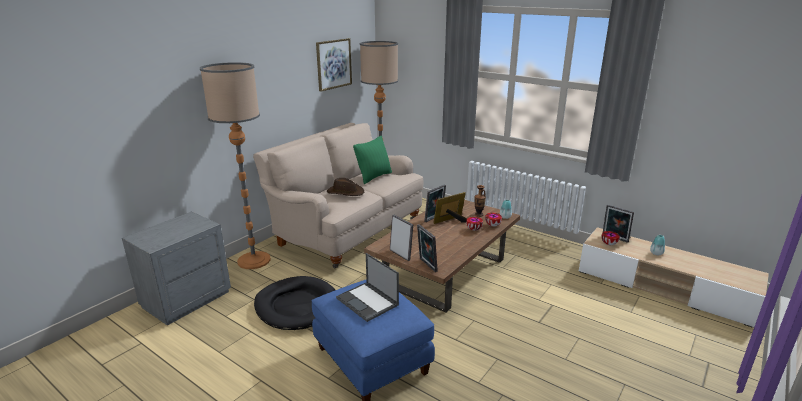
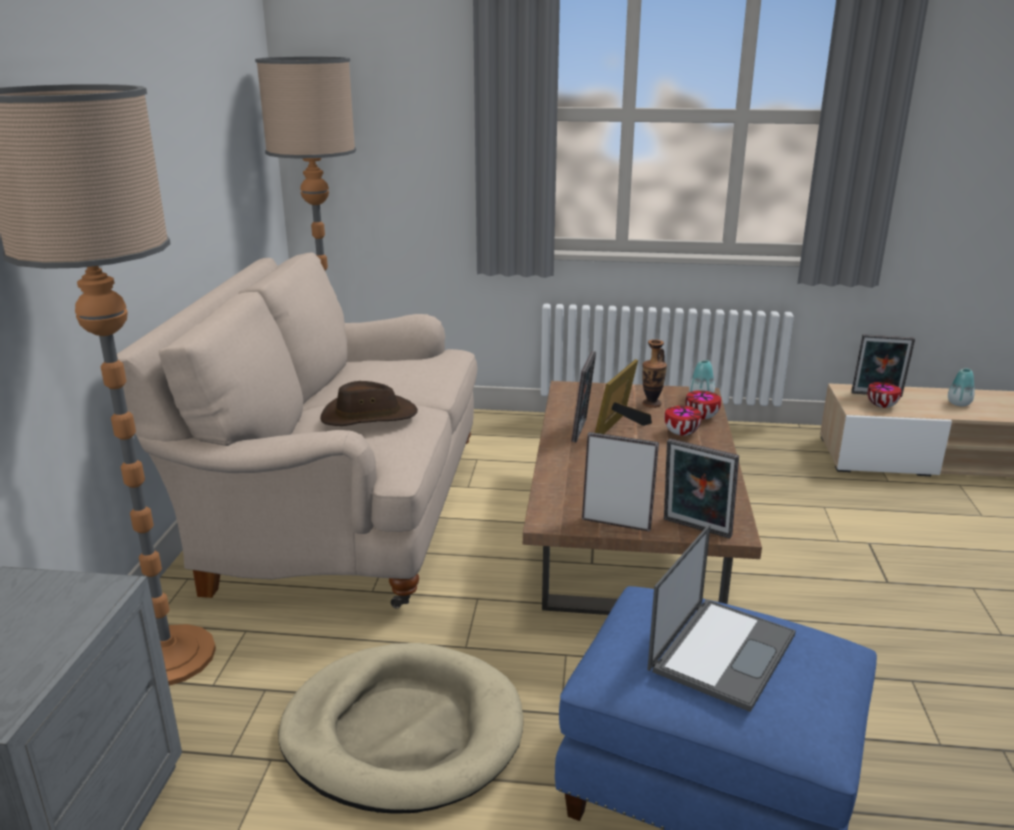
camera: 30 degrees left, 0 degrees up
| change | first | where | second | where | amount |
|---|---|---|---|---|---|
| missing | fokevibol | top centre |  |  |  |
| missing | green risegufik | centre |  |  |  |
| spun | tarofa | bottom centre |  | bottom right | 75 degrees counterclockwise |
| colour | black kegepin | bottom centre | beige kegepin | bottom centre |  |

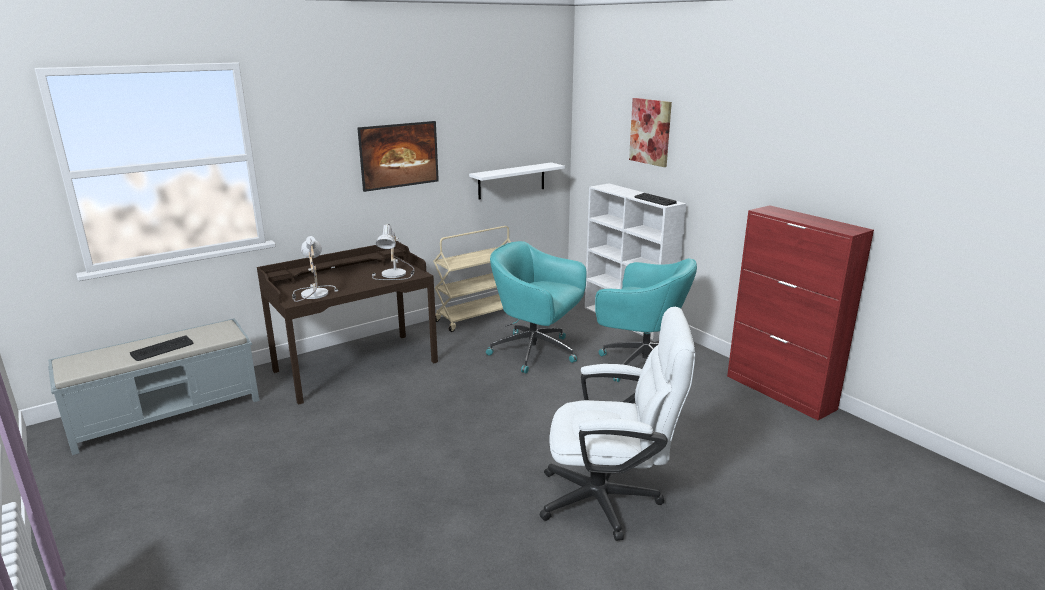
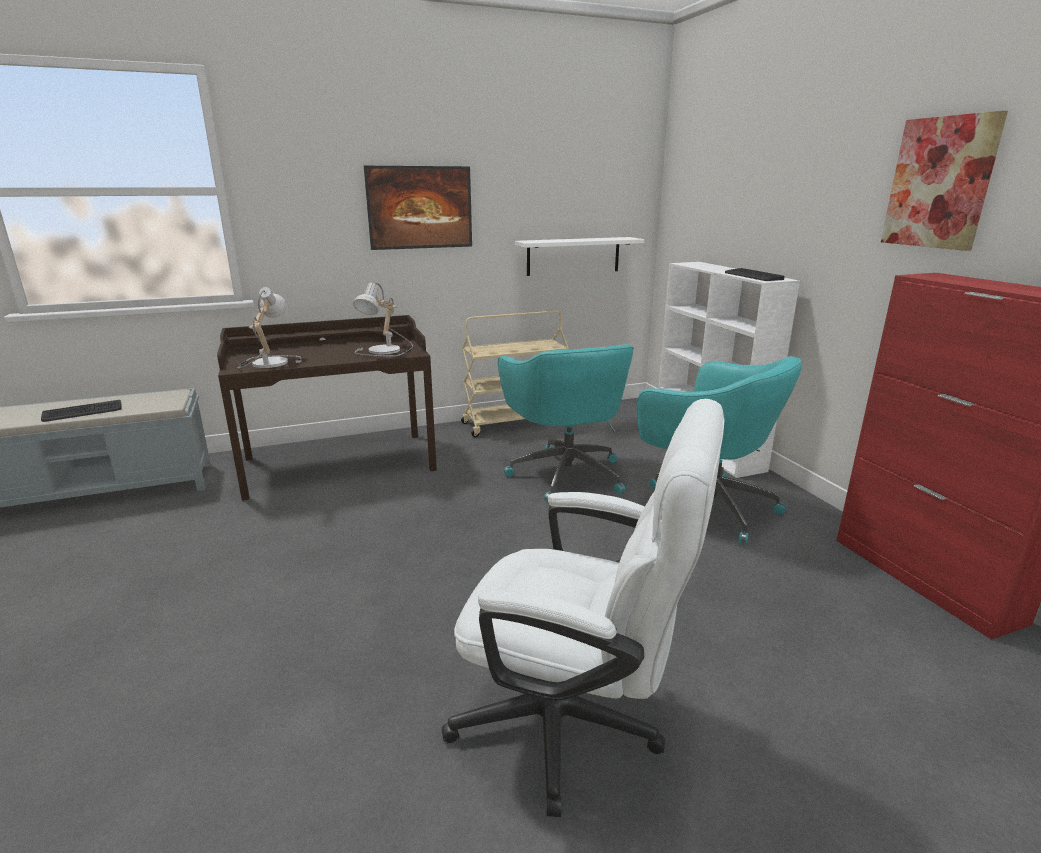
camera: 15 degrees right, 0 degrees up
| change | first | where | second | where | amount |
|---|---|---|---|---|---|
| relocated | fokevibol (no. 2 from left) | top centre |  | top right |  |
| spun | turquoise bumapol (no. 1 from left) | centre |  | centre | 150 degrees counterclockwise |

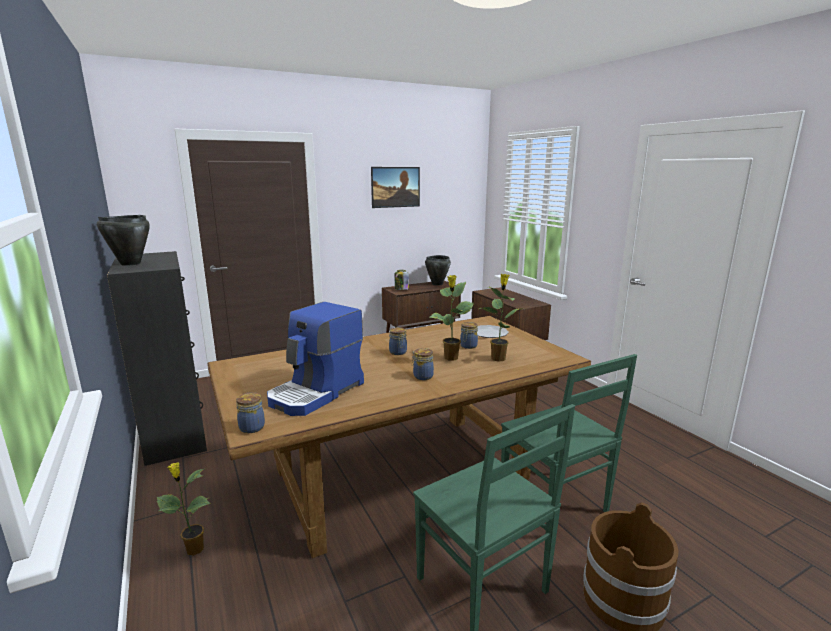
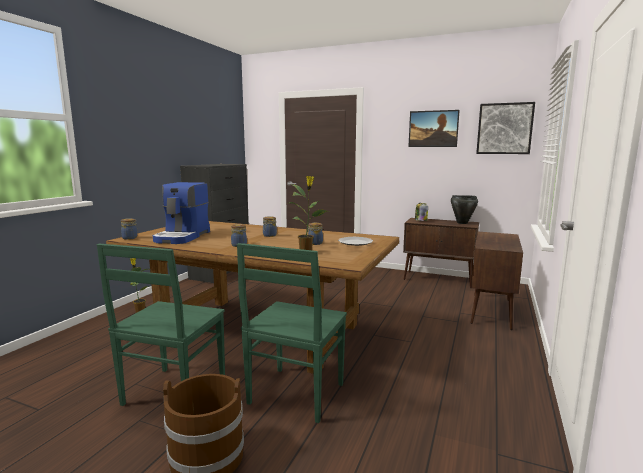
camera: 50 degrees right, 5 degrees down
| change | first | where | second | where | amount |
|---|---|---|---|---|---|
| missing | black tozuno (no. 1 from left) | middle left |  |  |  |
| missing | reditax (no. 2 from left) | centre |  |  |  |
| spun | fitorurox | centre |  | middle left | 75 degrees counterclockwise |
| appeared |  |  | fokevibol (no. 2 from left) | top right |  |

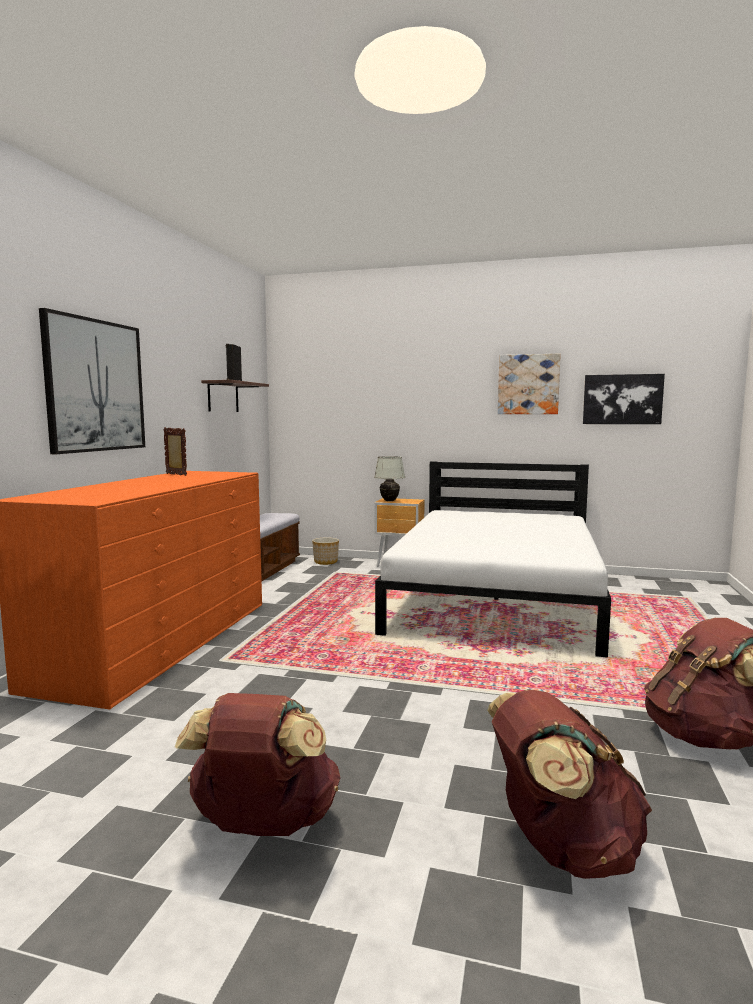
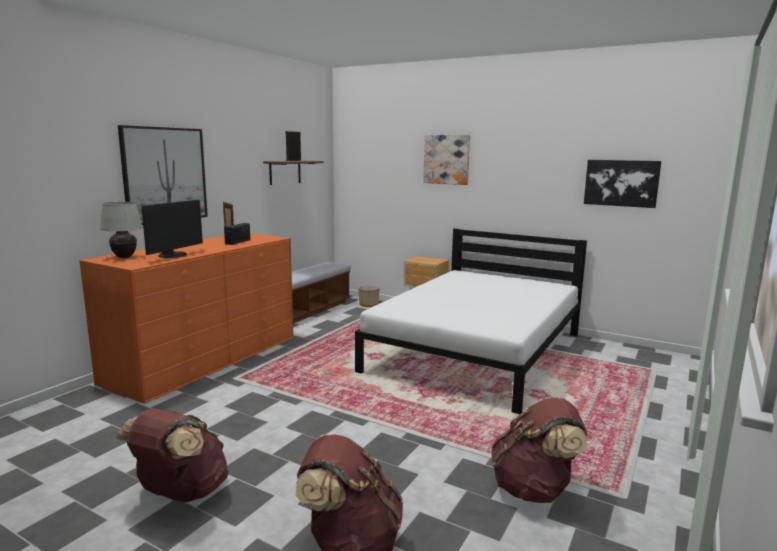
camera: 15 degrees right, 5 degrees up
| change | first | where | second | where | amount |
|---|---|---|---|---|---|
| relocated | fokevibol (no. 2 from left) | middle right |  | top centre |  |
| relocated | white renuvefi | centre |  | middle left |  |
| appeared |  |  | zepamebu | middle left |  |
| appeared |  |  | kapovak | middle left |  |

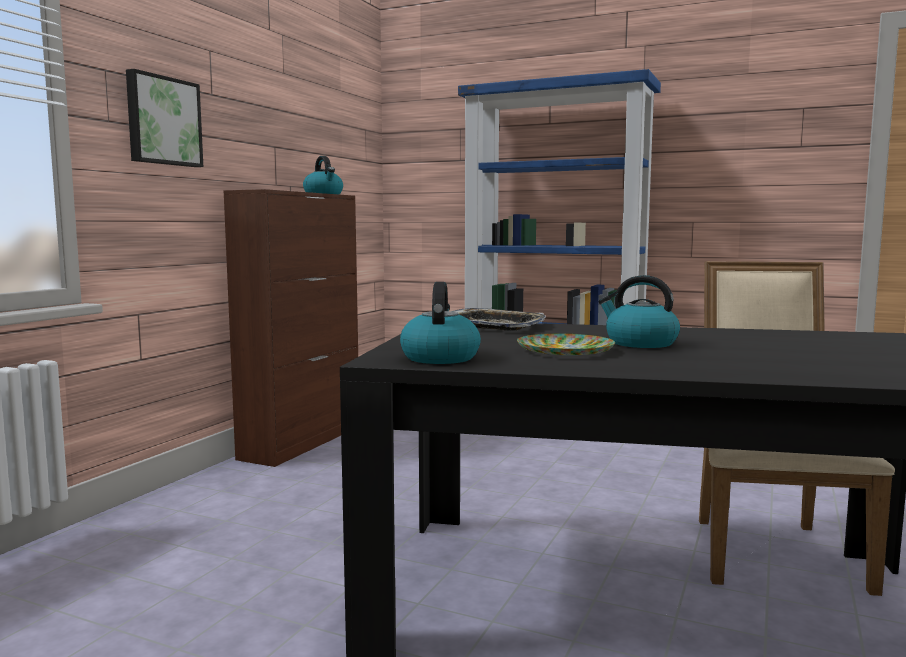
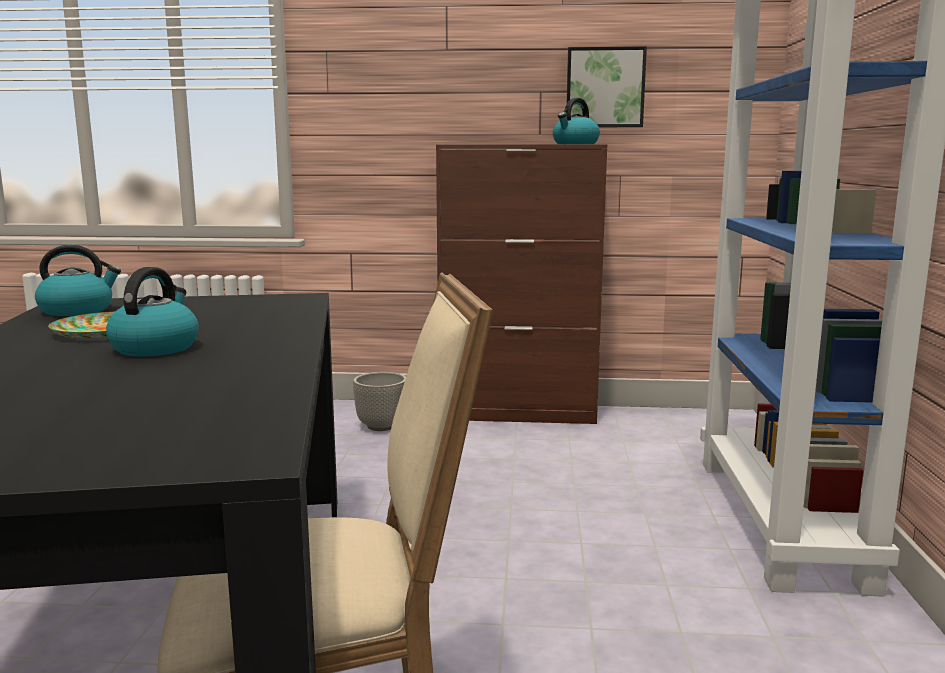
camera: 70 degrees right, 5 degrees up
| change | first | where | second | where | amount |
|---|---|---|---|---|---|
| relocated | fokevibol | top left |  | top centre |  |
| missing | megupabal | centre |  |  |  |
| appeared |  |  | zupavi | centre |  |

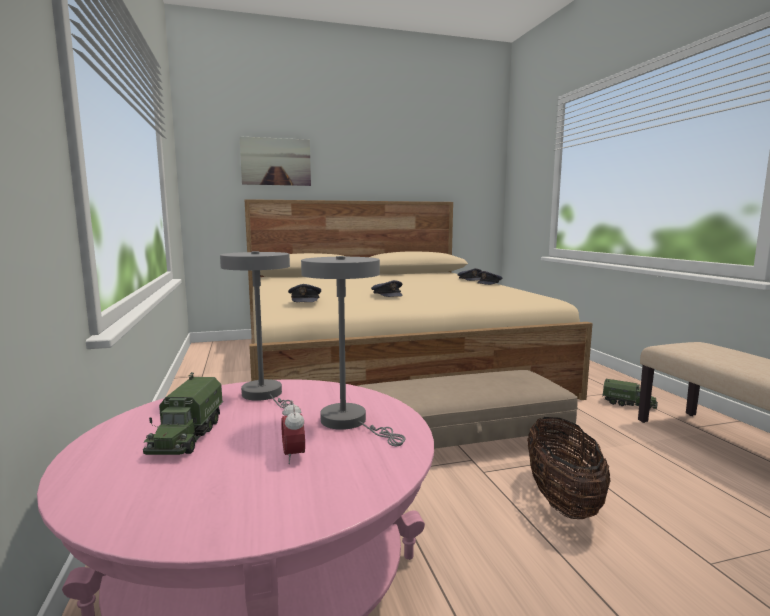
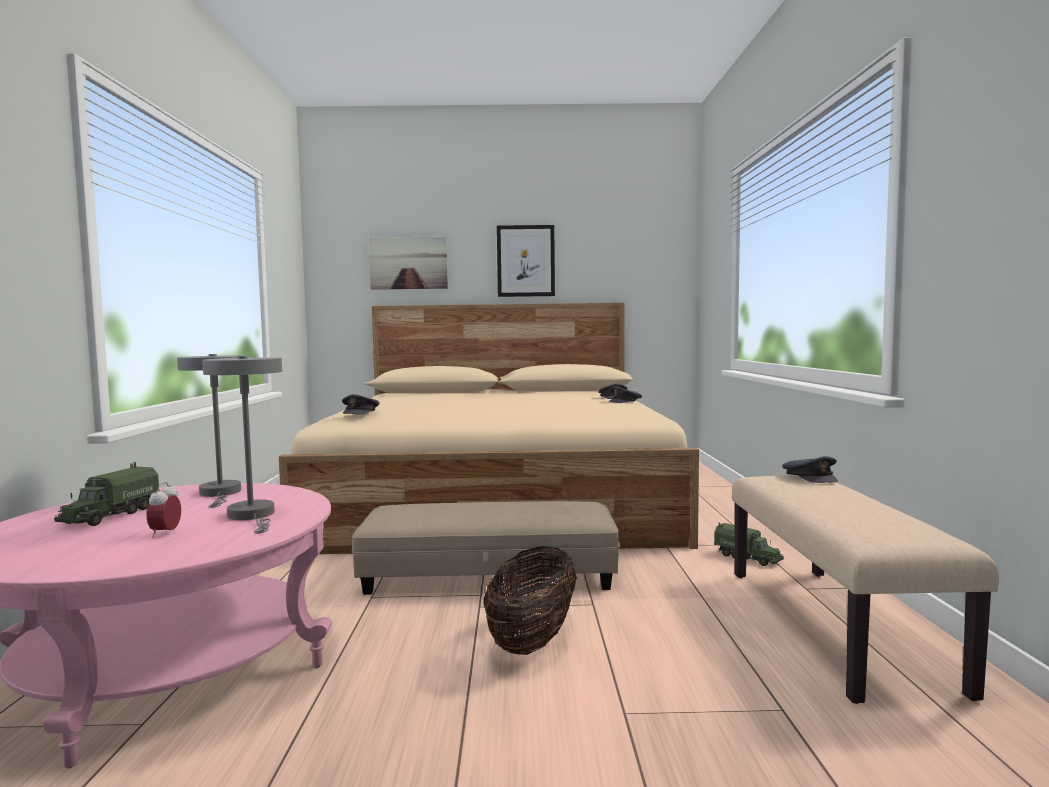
camera: 15 degrees right, 5 degrees down
| change | first | where | second | where | amount |
|---|---|---|---|---|---|
| relocated | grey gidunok (no. 2 from left in the first image) | centre | grey gidunok (no. 4 from left) | middle right |  |
| appeared |  |  | fokevibol (no. 2 from left) | top centre |  |

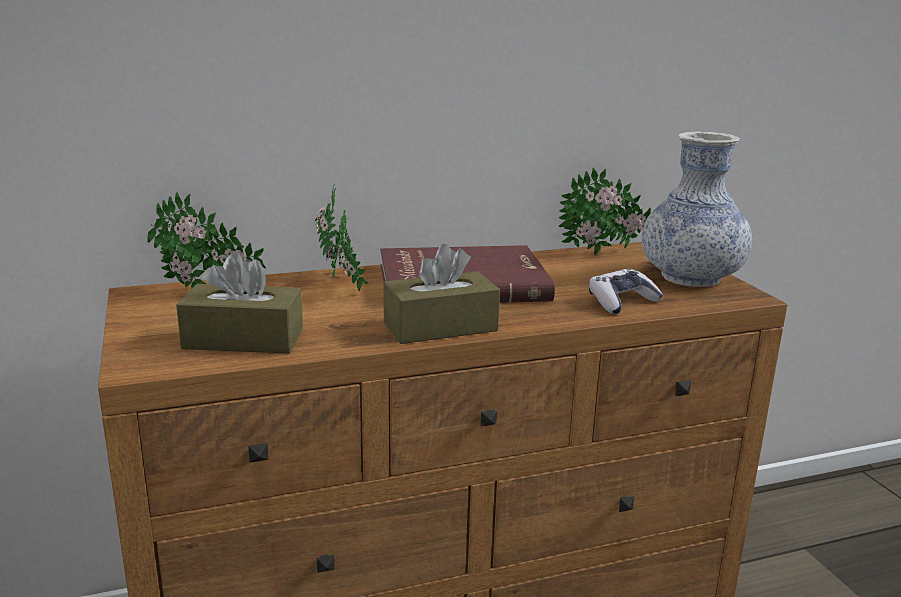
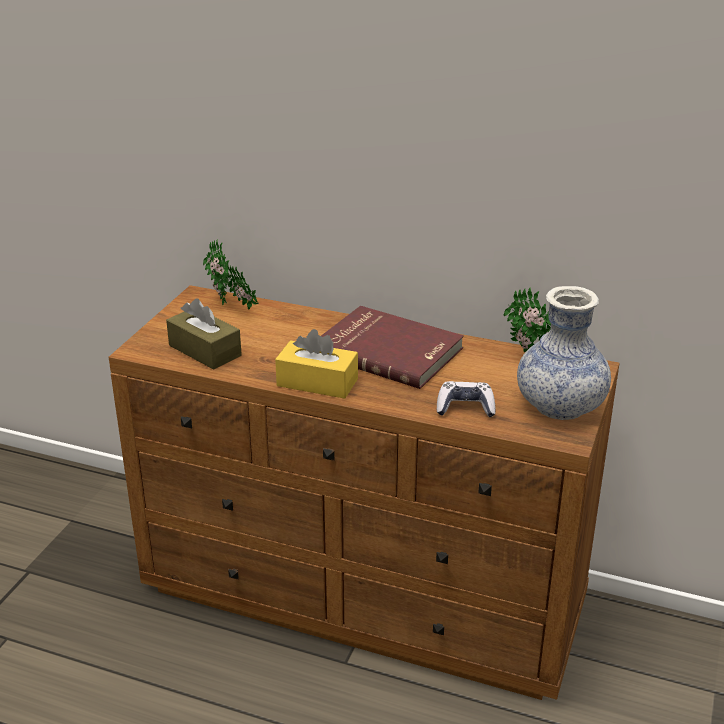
camera: 40 degrees right, 10 degrees up
| change | first | where | second | where | amount |
|---|---|---|---|---|---|
| missing | reditax (no. 2 from left) | centre |  |  |  |
| colour | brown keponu (no. 2 from left) | centre | yellow keponu | centre |  |

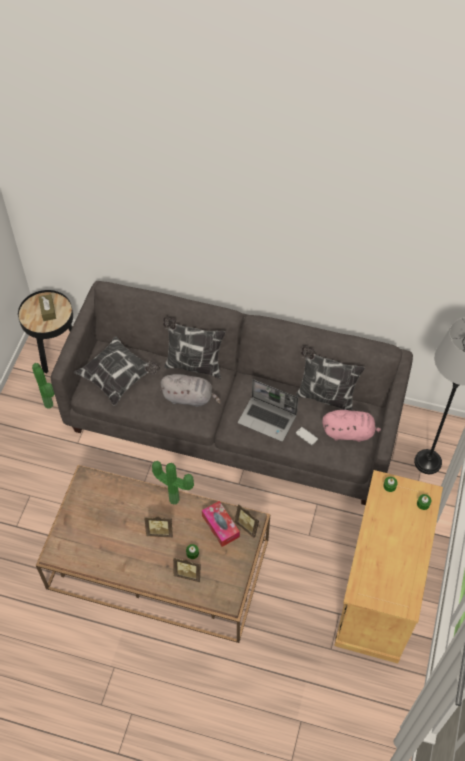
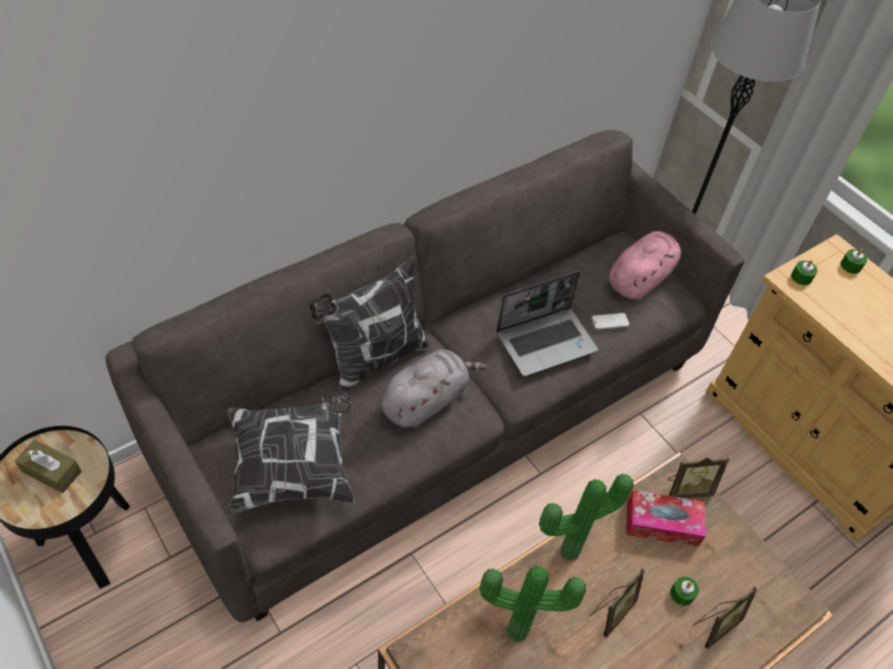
camera: 55 degrees left, 5 degrees down
| change | first | where | second | where | amount |
|---|---|---|---|---|---|
| missing | risegufik (no. 3 from left) | middle right |  |  |  |
| relocated | reditax (no. 1 from left) | middle left |  | bottom centre |  |

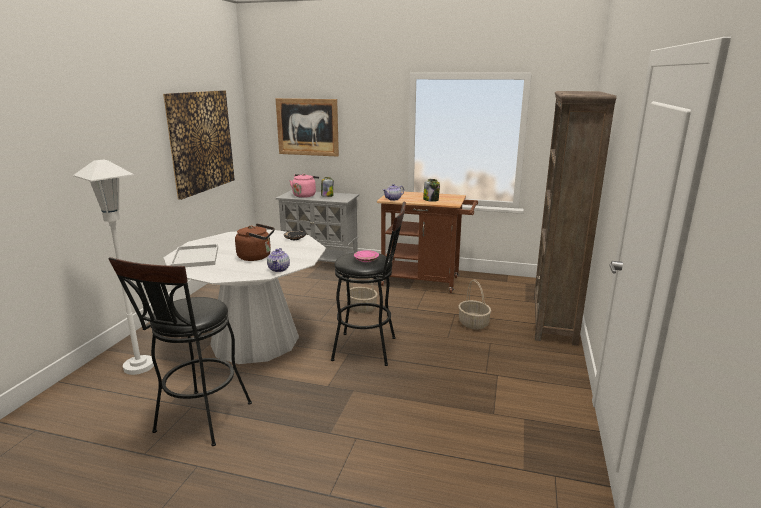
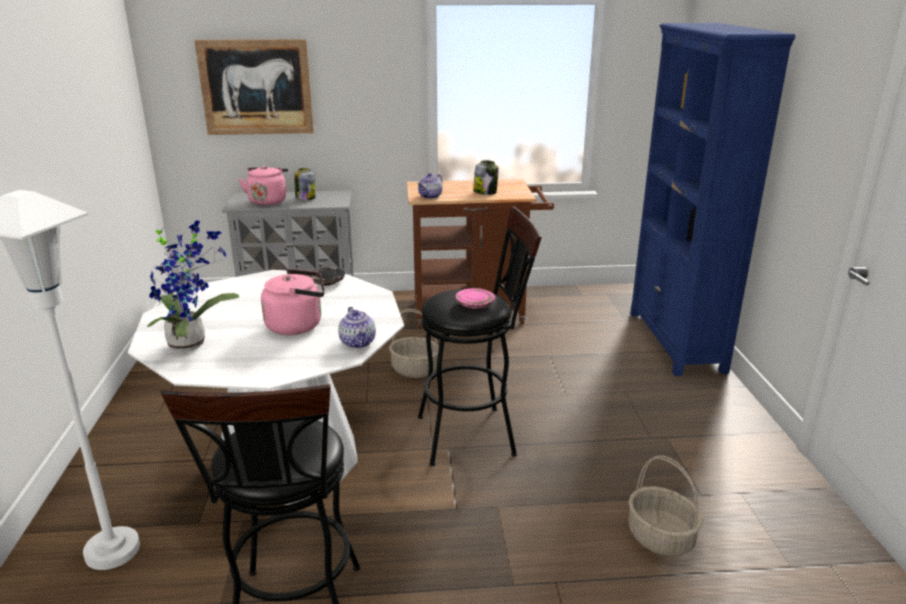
camera: 20 degrees left, 5 degrees up
| change | first | where | second | where | amount |
|---|---|---|---|---|---|
| missing | fokevibol (no. 1 from left) | top left |  |  |  |
| colour | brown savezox | middle right | blue savezox | top right |  |
| colour | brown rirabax | centre | pink rirabax (no. 2 from left) | middle left |  |
| exchanged | white megupabal | middle left | reditax | middle left |  |
| relocated | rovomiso (no. 2 from left) | centre |  | bottom right |  |

